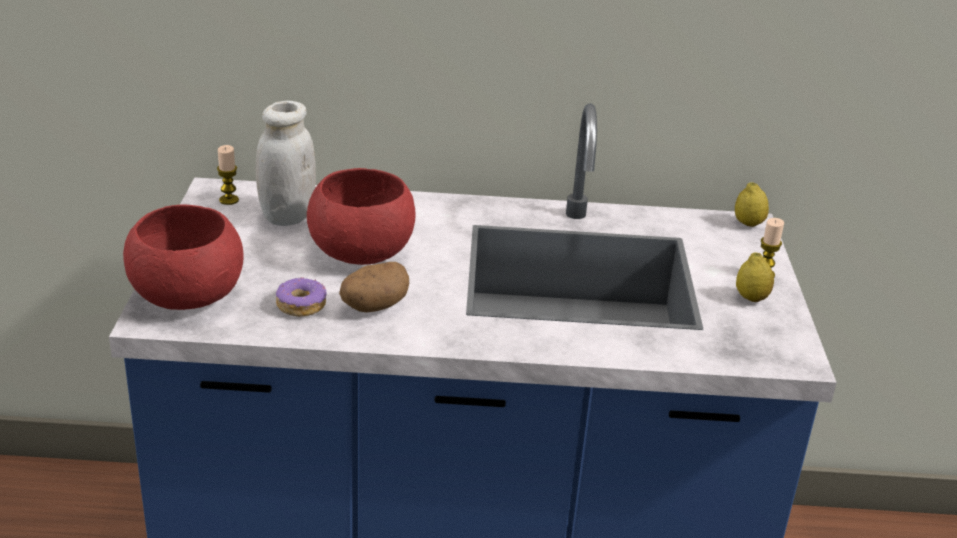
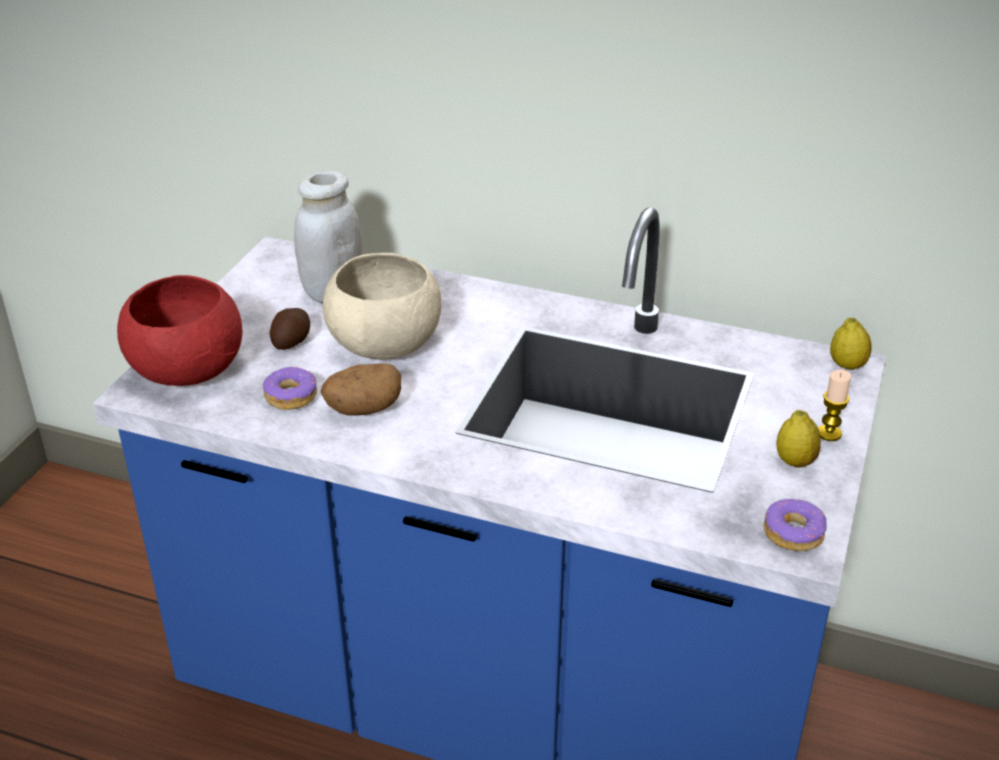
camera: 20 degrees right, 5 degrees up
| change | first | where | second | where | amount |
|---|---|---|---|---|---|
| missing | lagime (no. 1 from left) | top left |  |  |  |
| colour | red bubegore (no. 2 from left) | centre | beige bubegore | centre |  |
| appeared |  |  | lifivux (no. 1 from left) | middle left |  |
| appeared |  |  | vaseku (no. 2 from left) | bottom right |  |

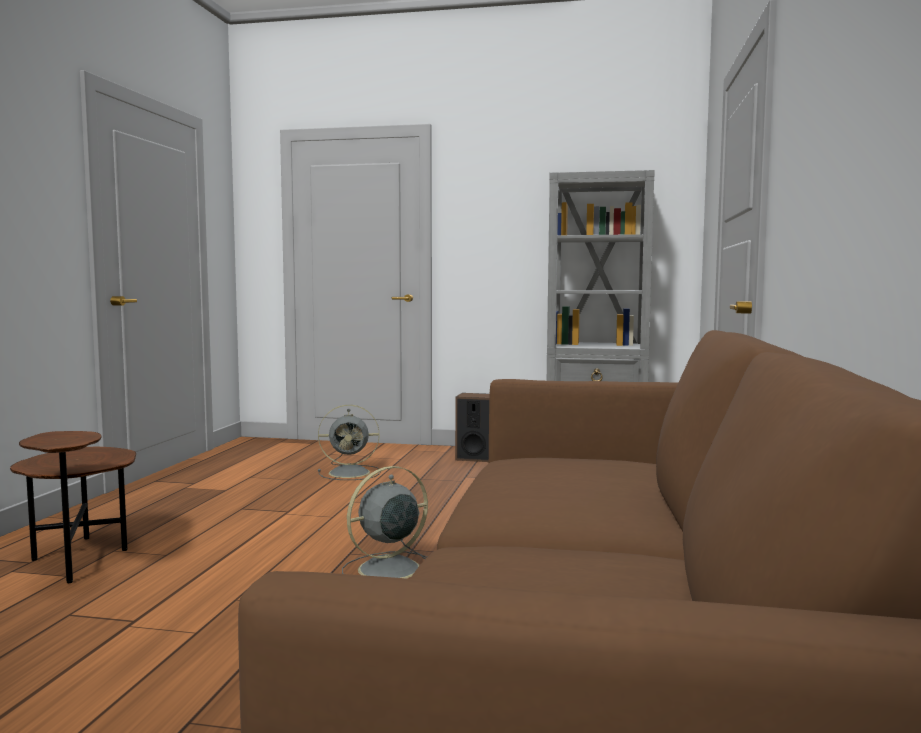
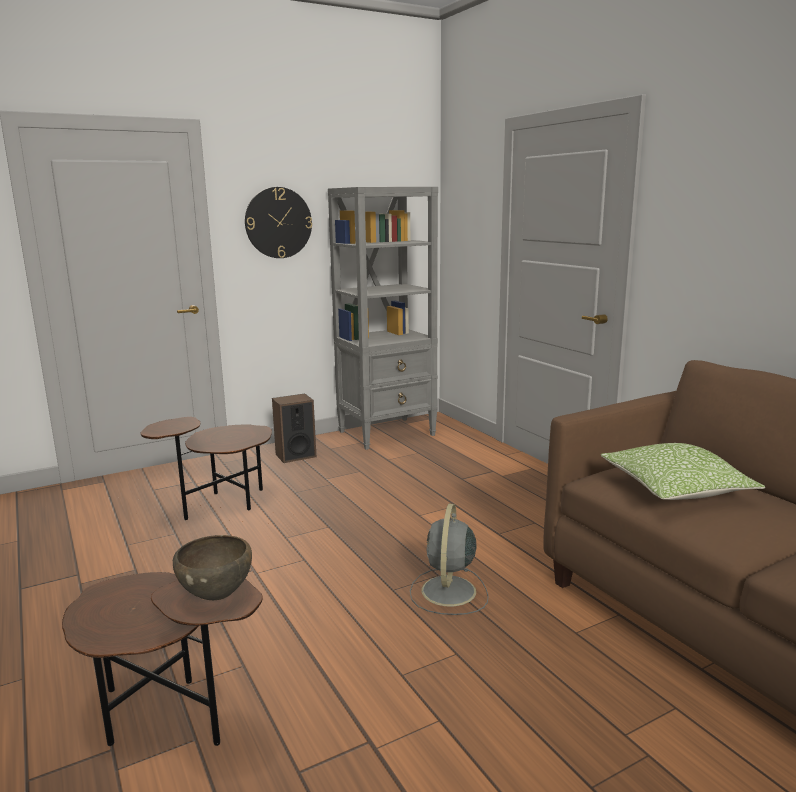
camera: 40 degrees left, 10 degrees up
| change | first | where | second | where | amount |
|---|---|---|---|---|---|
| exchanged | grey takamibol (no. 1 from left) | centre | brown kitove (no. 2 from left) | middle left |  |
| appeared |  |  | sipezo | top centre |  |
| appeared |  |  | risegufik | middle right |  |
| appeared |  |  | brown bubegore | bottom left |  |

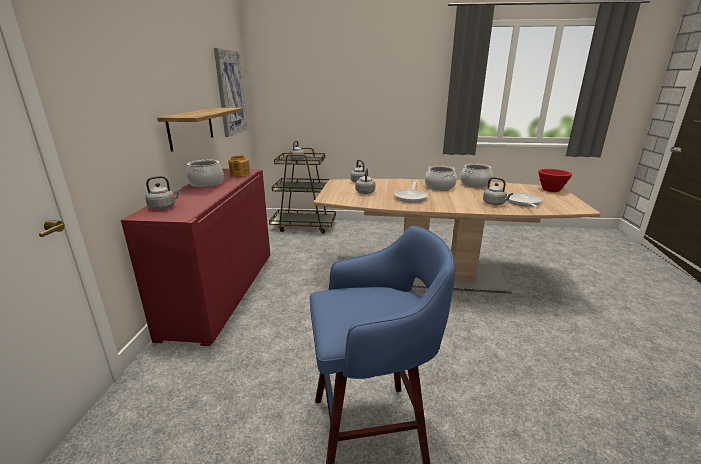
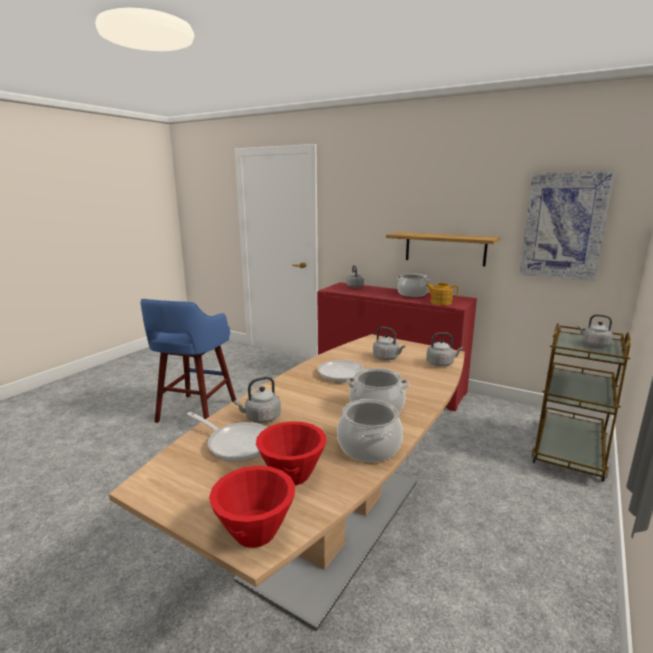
camera: 115 degrees right, 5 degrees down
| change | first | where | second | where | amount |
|---|---|---|---|---|---|
| appeared |  |  | red bubegore (no. 2 from left) | bottom centre |  |

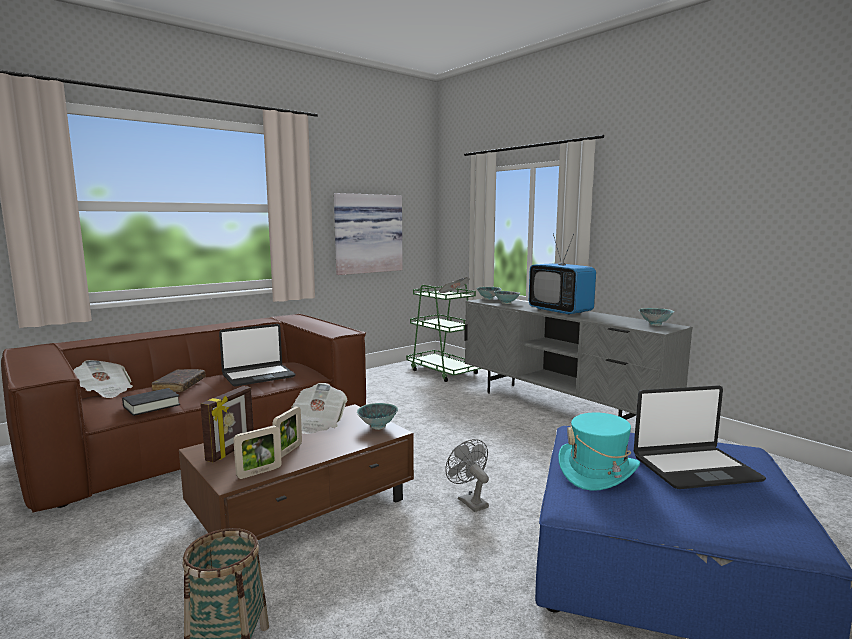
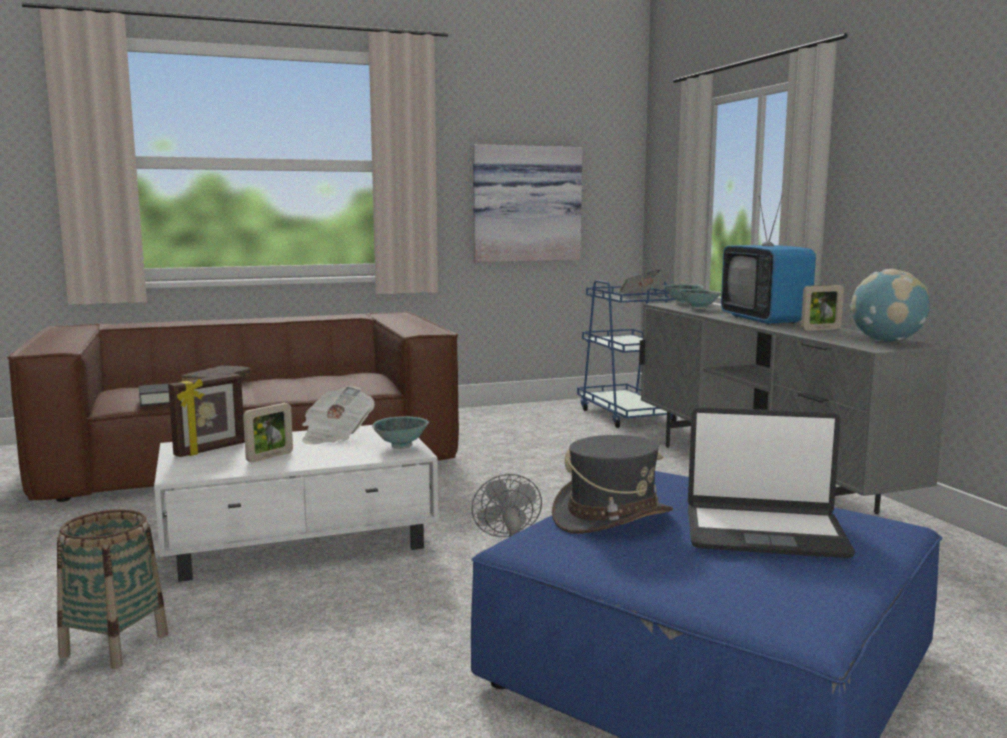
camera: 20 degrees right, 0 degrees up
| change | first | where | second | where | amount |
|---|---|---|---|---|---|
| colour | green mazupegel | centre | blue mazupegel | centre |  |
| exchanged | bubegore (no. 4 from left) | middle right | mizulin | middle right |  |
| missing | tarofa (no. 1 from left) | middle left |  |  |  |
| missing | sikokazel (no. 1 from left) | middle left |  |  |  |
| colour | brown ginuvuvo | bottom centre | white ginuvuvo | bottom left |  |
| colour | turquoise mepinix | bottom right | grey mepinix | centre |  |
| relocated | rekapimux (no. 2 from left in the first image) | bottom left | rekapimux (no. 3 from left) | middle right |  |

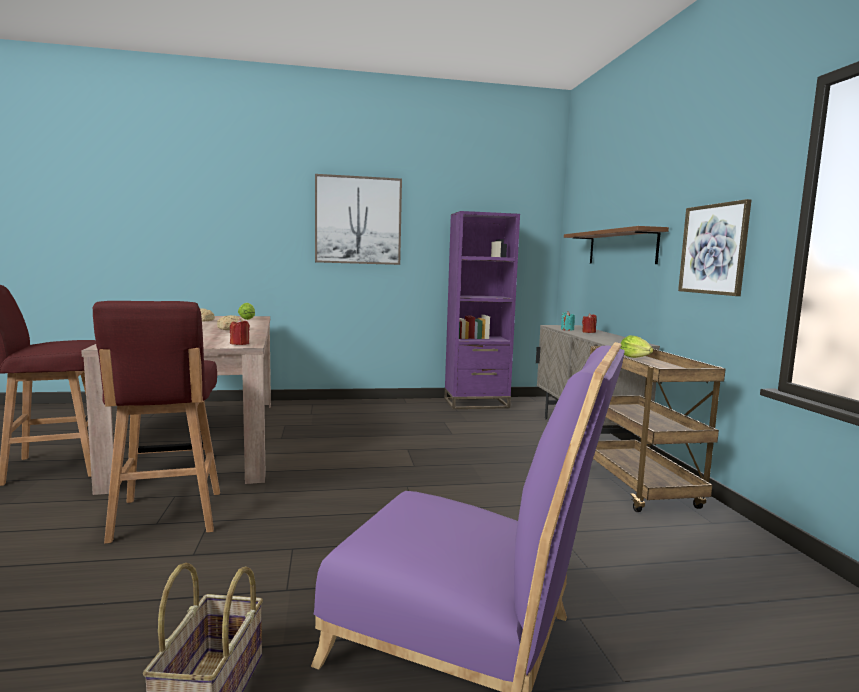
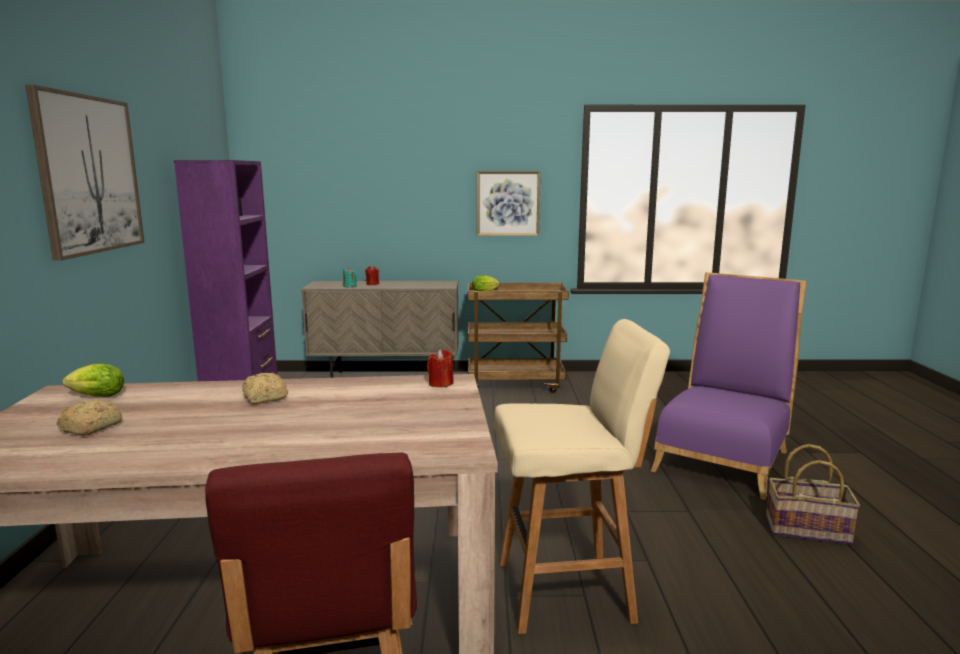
camera: 80 degrees left, 5 degrees up
| change | first | where | second | where | amount |
|---|---|---|---|---|---|
| missing | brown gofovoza | middle right |  |  |  |
| colour | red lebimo (no. 2 from left) | middle left | beige lebimo | bottom centre |  |

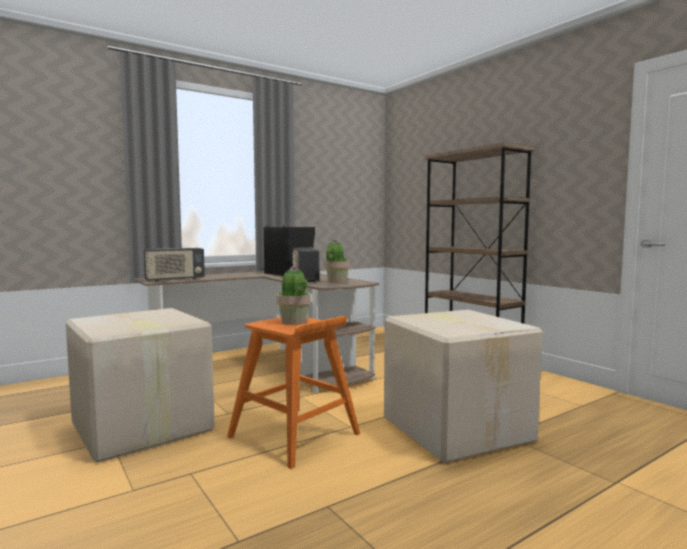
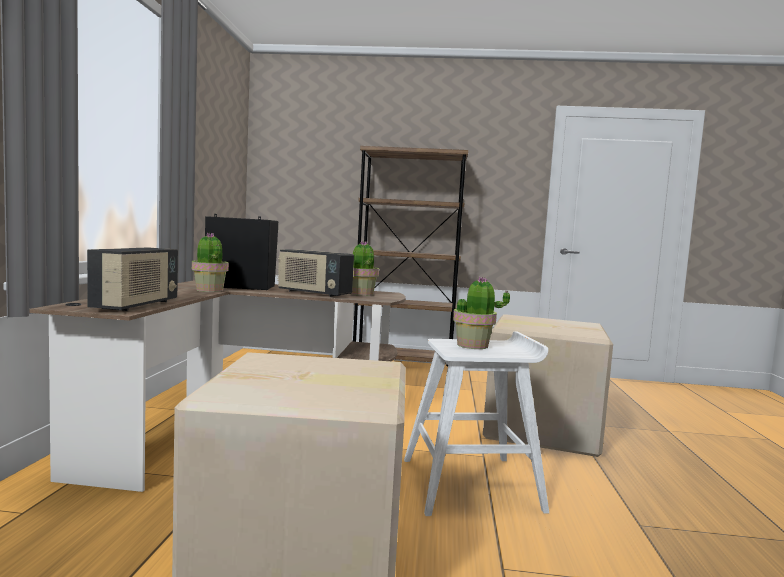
camera: 50 degrees left, 0 degrees up
| change | first | where | second | where | amount |
|---|---|---|---|---|---|
| colour | orange lebimo | bottom centre | white lebimo | bottom centre |  |
| appeared |  |  | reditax (no. 1 from left) | middle left |  |

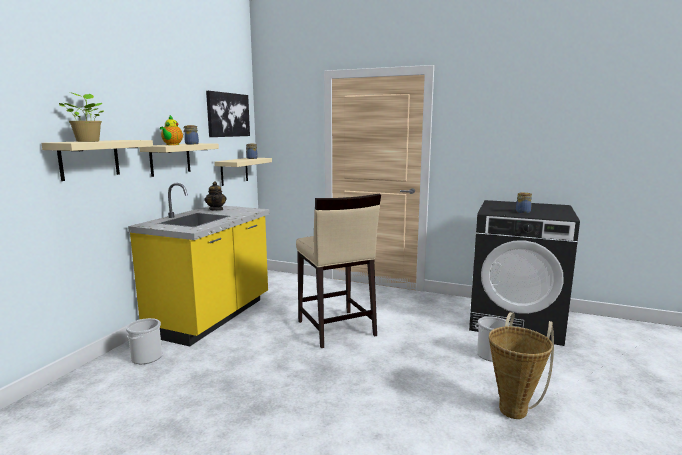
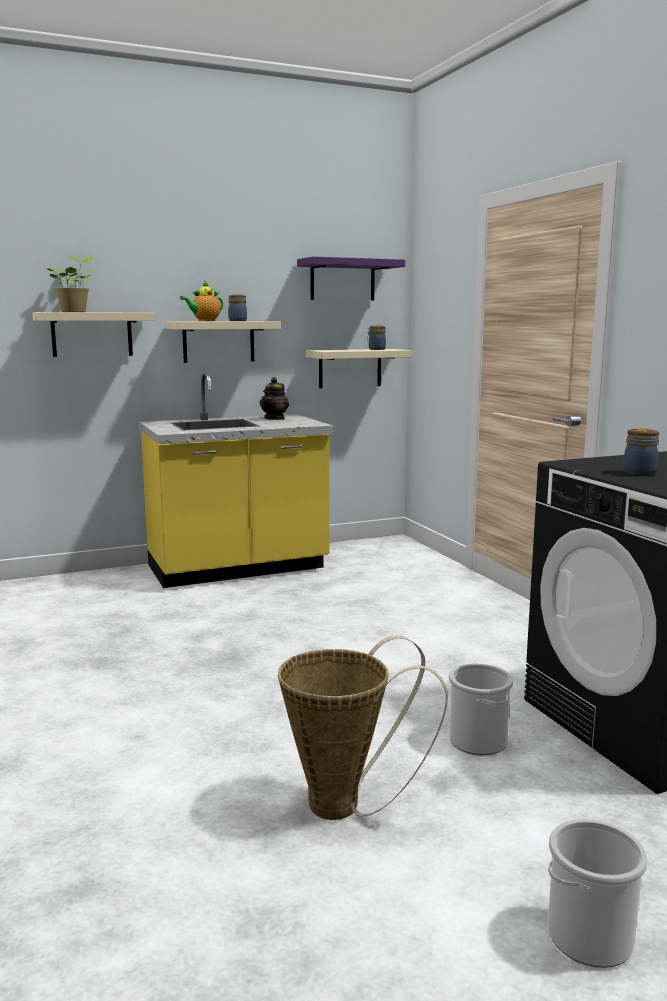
camera: 45 degrees right, 0 degrees up
| change | first | where | second | where | amount |
|---|---|---|---|---|---|
| exchanged | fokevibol | top centre | purple gofovoza | top centre |  |
| missing | beige lebimo | centre |  |  |  |
| relocated | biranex (no. 1 from left in the first image) | bottom left | biranex (no. 2 from left) | bottom right |  |

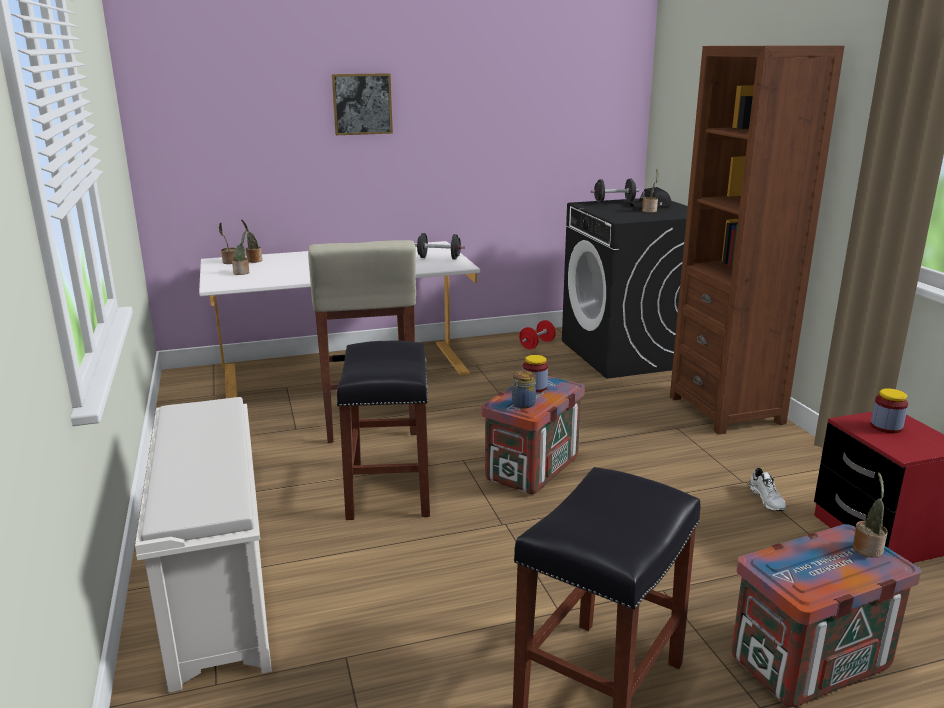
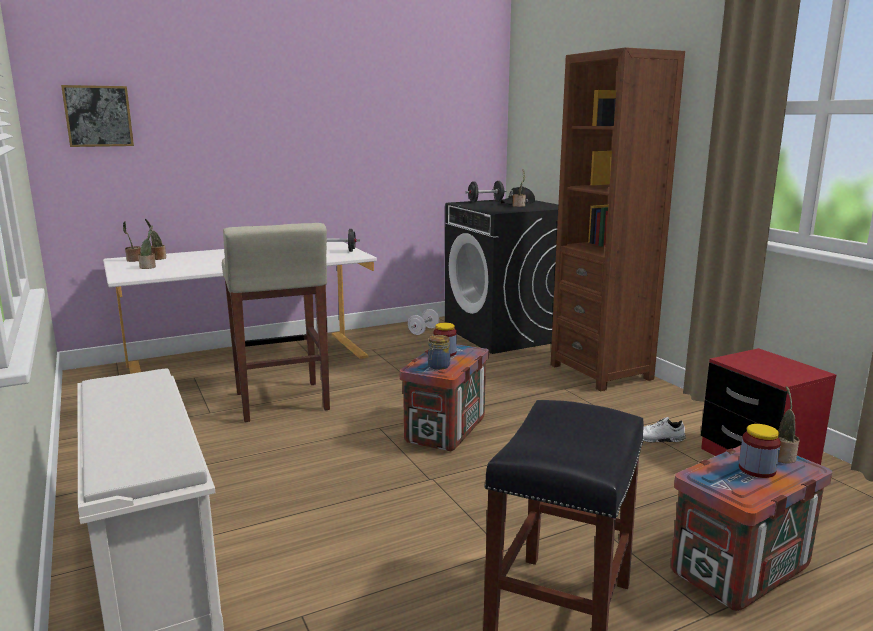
camera: 10 degrees left, 5 degrees down
| change | first | where | second | where | amount |
|---|---|---|---|---|---|
| relocated | fokevibol | top centre |  | top left |  |
| colour | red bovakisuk | centre | white bovakisuk | centre |  |
| missing | black lebimo (no. 1 from left) | centre |  |  |  |
| relocated | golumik (no. 3 from left) | middle right |  | bottom right |  |
| spun | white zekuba | bottom right |  | bottom right | 120 degrees clockwise |

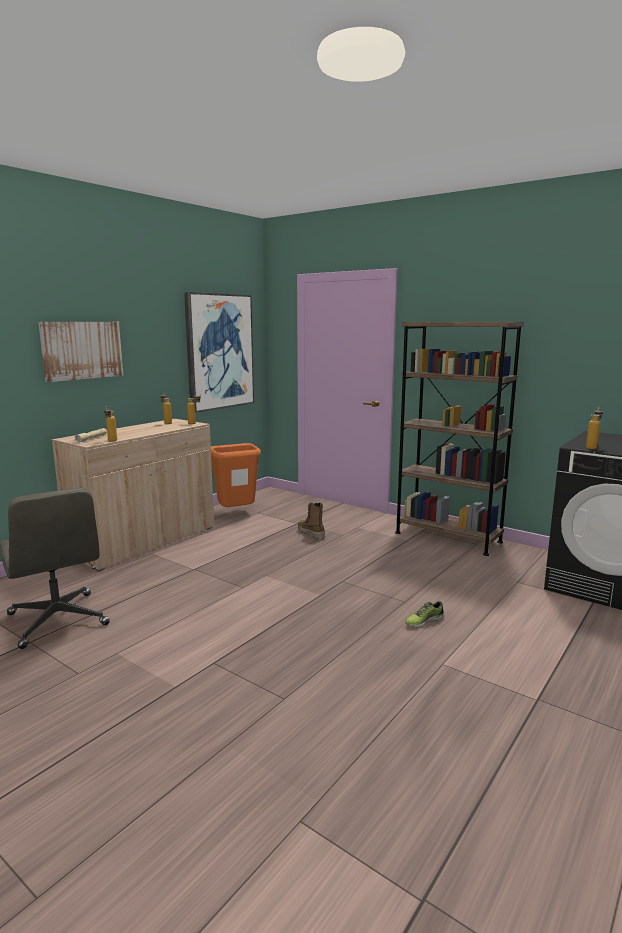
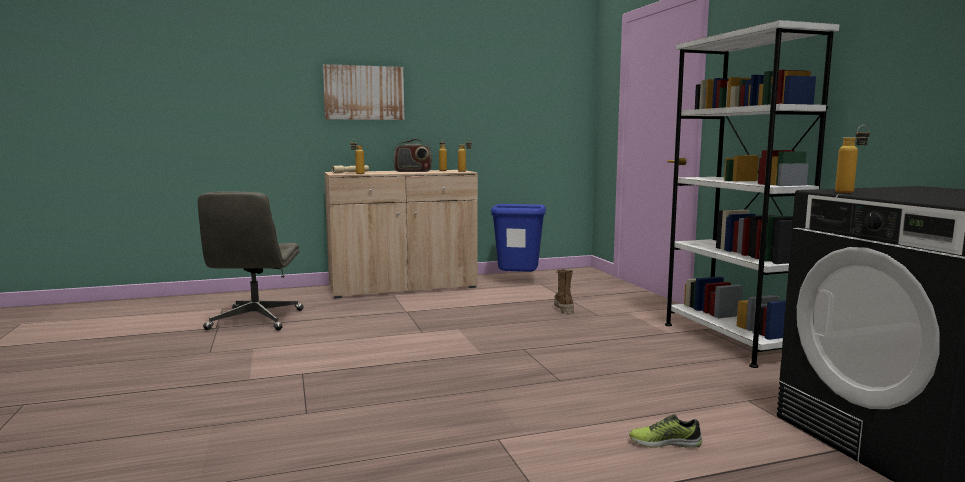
camera: 35 degrees right, 5 degrees down
| change | first | where | second | where | amount |
|---|---|---|---|---|---|
| missing | fokevibol (no. 2 from left) | centre |  |  |  |
| colour | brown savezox | middle right | white savezox | middle right |  |
| colour | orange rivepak | centre | blue rivepak | centre |  |
| relocated | zekuba | middle right |  | bottom right |  |
| appeared |  |  | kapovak | top centre |  |

